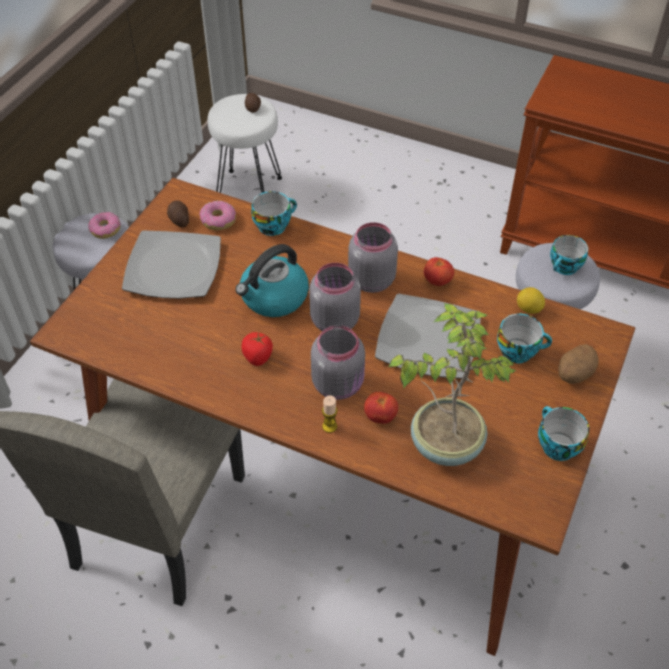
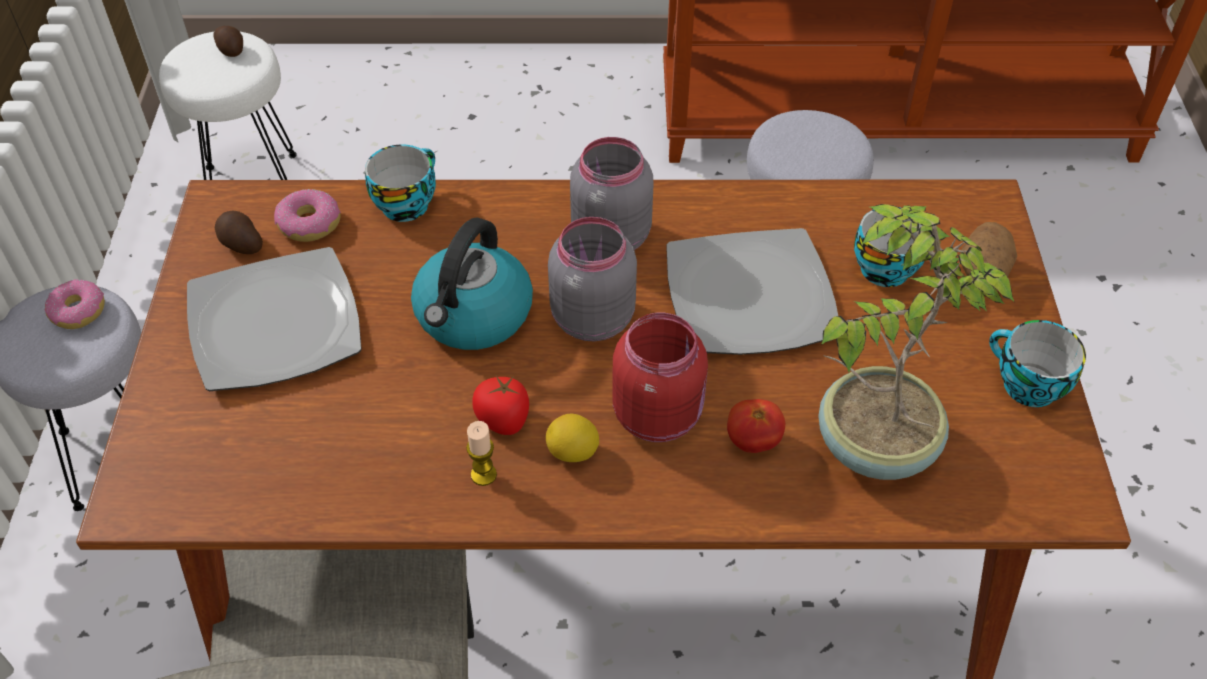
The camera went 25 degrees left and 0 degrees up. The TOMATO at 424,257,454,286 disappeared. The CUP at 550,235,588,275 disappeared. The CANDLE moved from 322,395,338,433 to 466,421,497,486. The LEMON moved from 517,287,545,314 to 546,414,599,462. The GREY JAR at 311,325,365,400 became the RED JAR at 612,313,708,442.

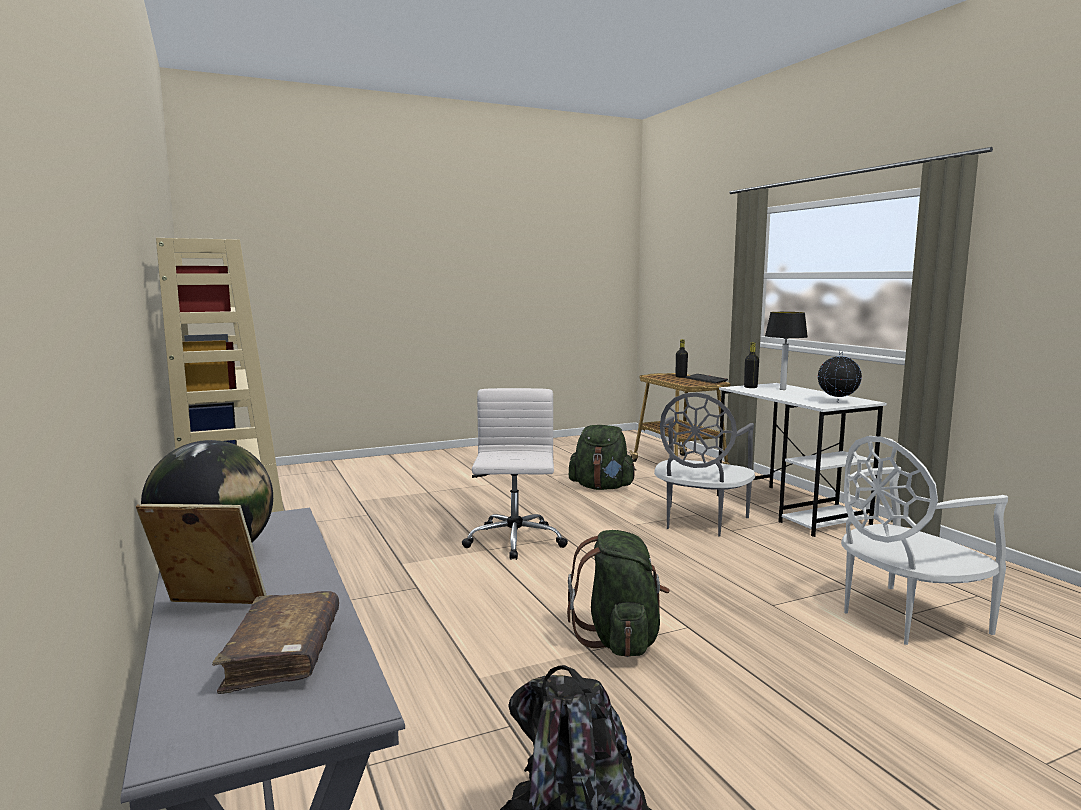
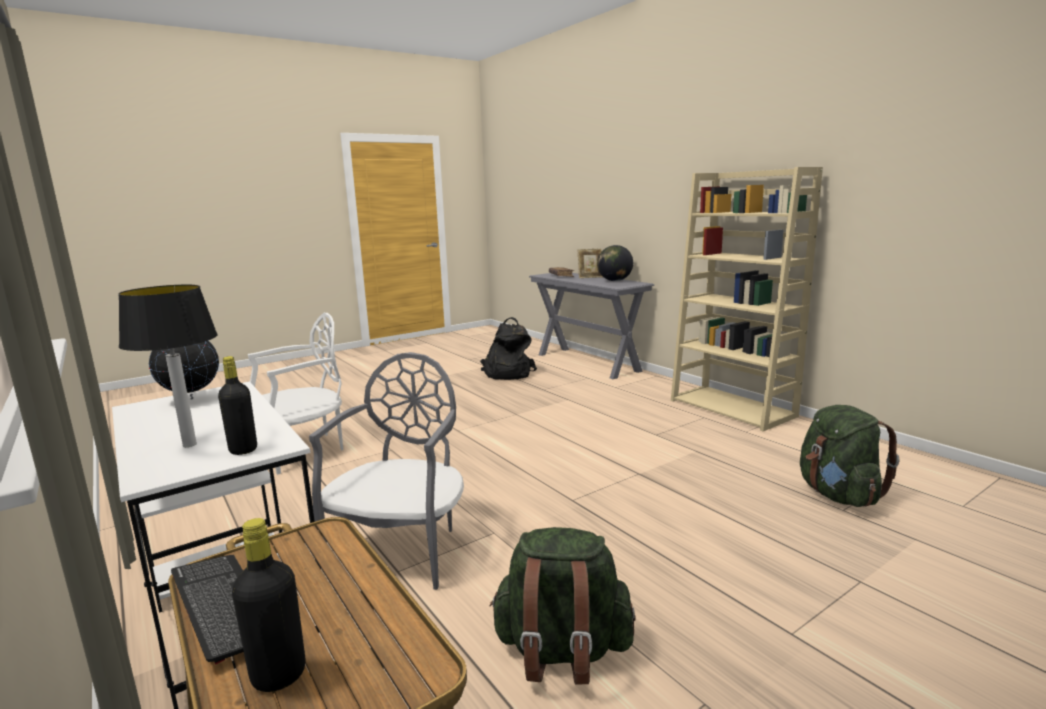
The camera went 170 degrees right and 5 degrees up. The WHITE OFFICE CHAIR at 462,388,568,560 disappeared. The GREEN BACKPACK moved from 567,530,670,657 to 800,405,899,507.

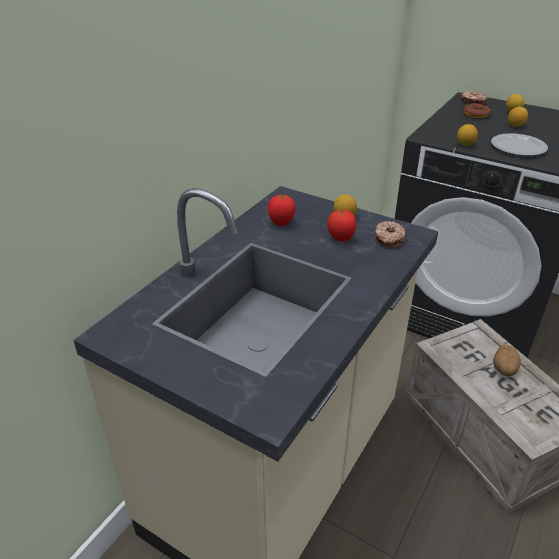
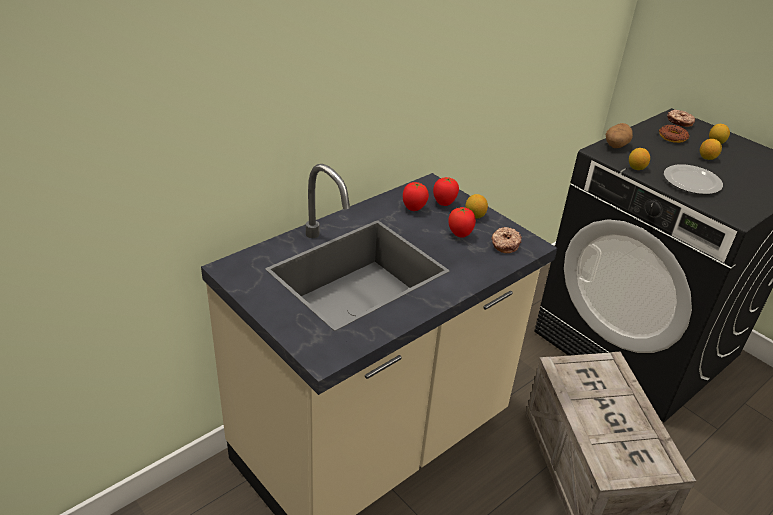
The camera went 15 degrees right and 0 degrees up. The TOMATO at 433,177,459,206 appeared. The POTATO moved from 493,345,521,376 to 606,123,633,148.

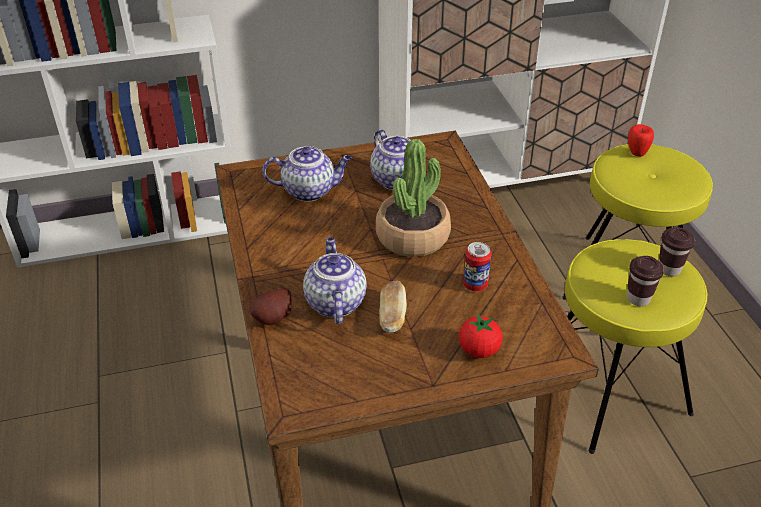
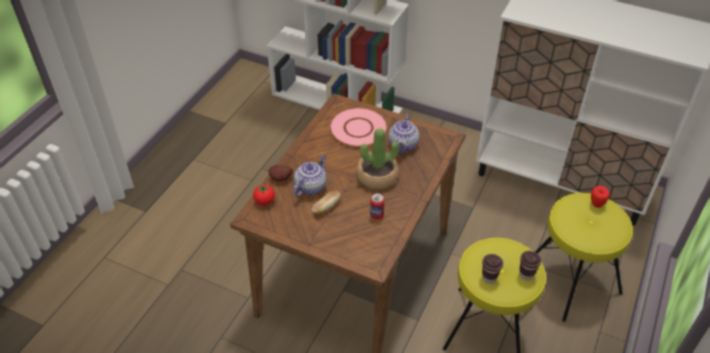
The camera went 40 degrees right and 5 degrees up. The TOMATO moved from 459,313,503,358 to 253,184,275,205. The TEAPOT at 262,146,352,202 was replaced by the PINK PLATE at 329,107,388,147.

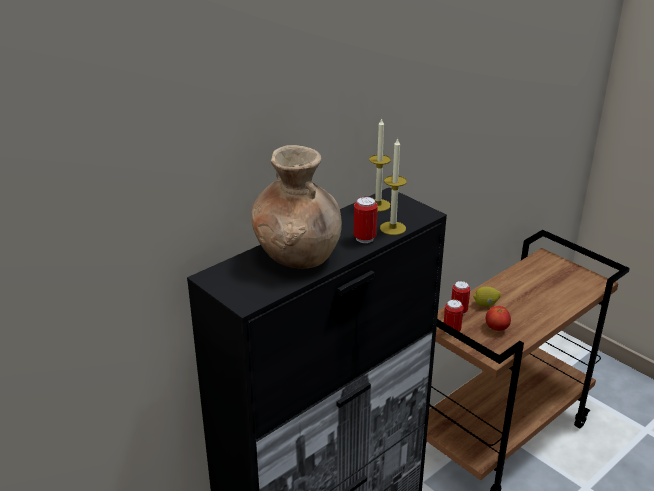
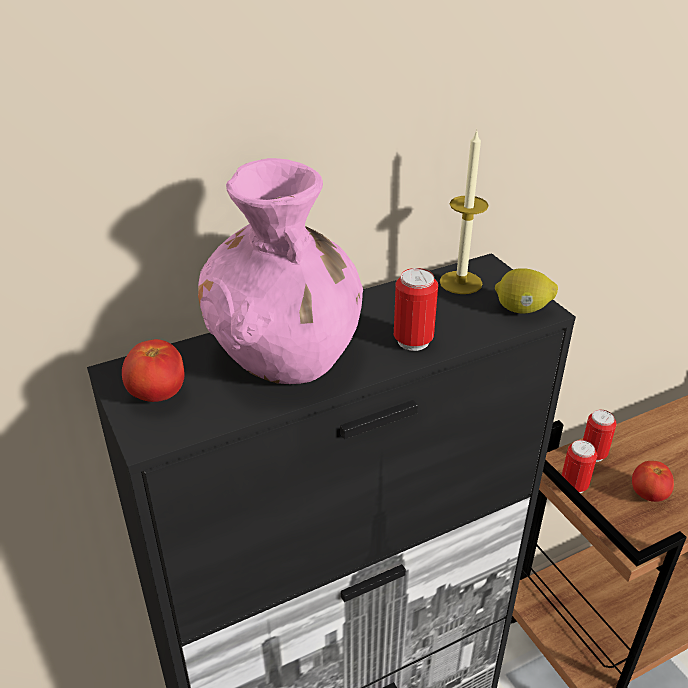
The camera went 15 degrees right and 5 degrees up. The CANDLE at 380,138,407,235 disappeared. The TOMATO at 122,339,185,402 appeared. The LEMON moved from 473,287,501,307 to 495,268,558,314. The BROWN VASE at 251,145,342,269 became the PINK VASE at 198,158,363,384.

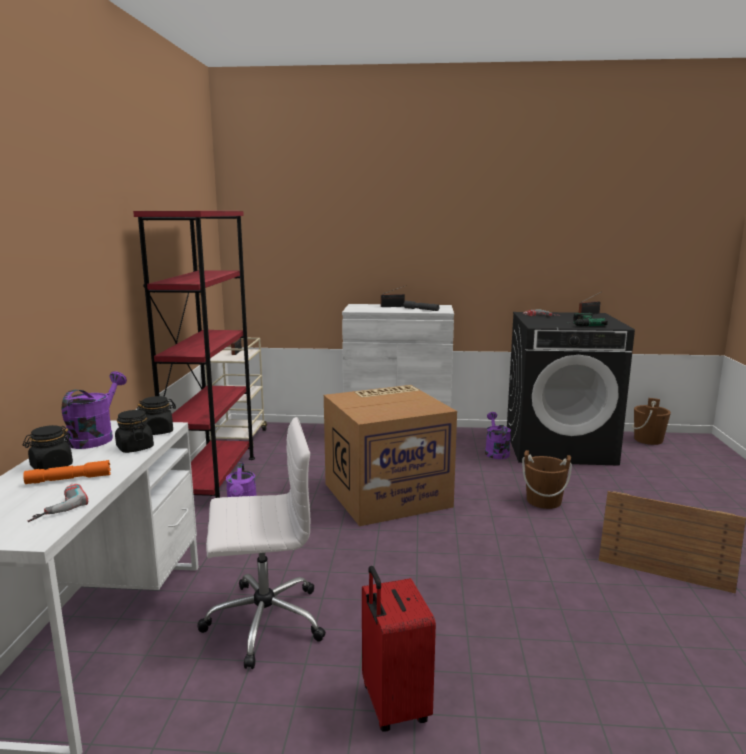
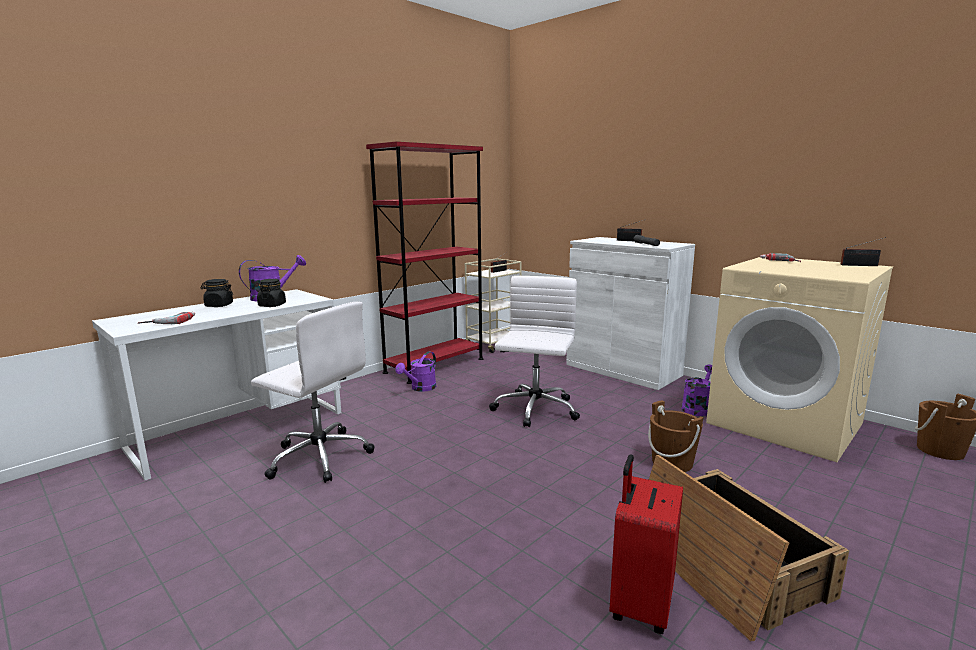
The camera went 40 degrees right and 0 degrees up. The ORANGE FLASHLIGHT at 23,460,111,484 disappeared. The BLACK JAR at 137,396,176,435 disappeared. The POWER DRILL at 573,313,608,327 disappeared. The RED SUITCASE moved from 362,566,436,732 to 609,454,683,634. The CARDBOARD BOX at 324,385,457,526 was replaced by the WHITE OFFICE CHAIR at 489,276,580,427. The BLACK WASHING MACHINE at 507,312,635,466 became the BEIGE WASHING MACHINE at 706,257,893,462.

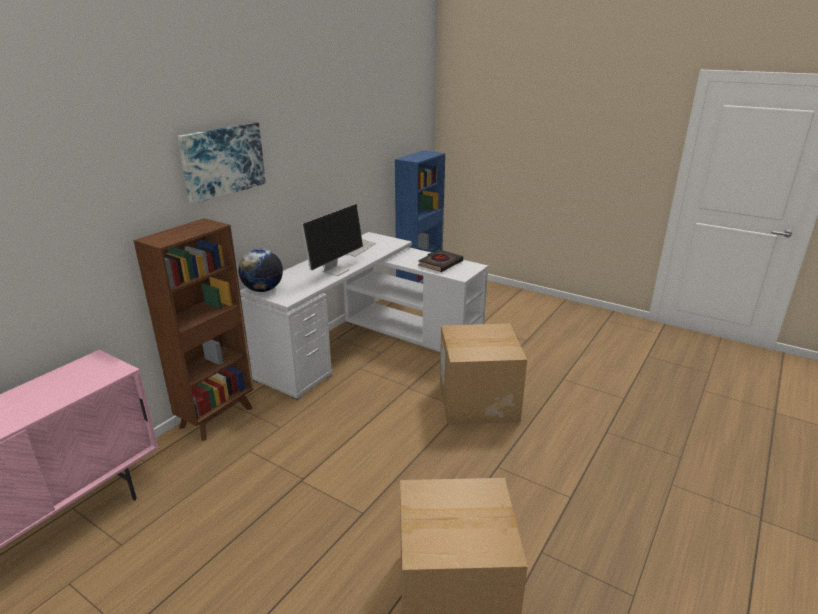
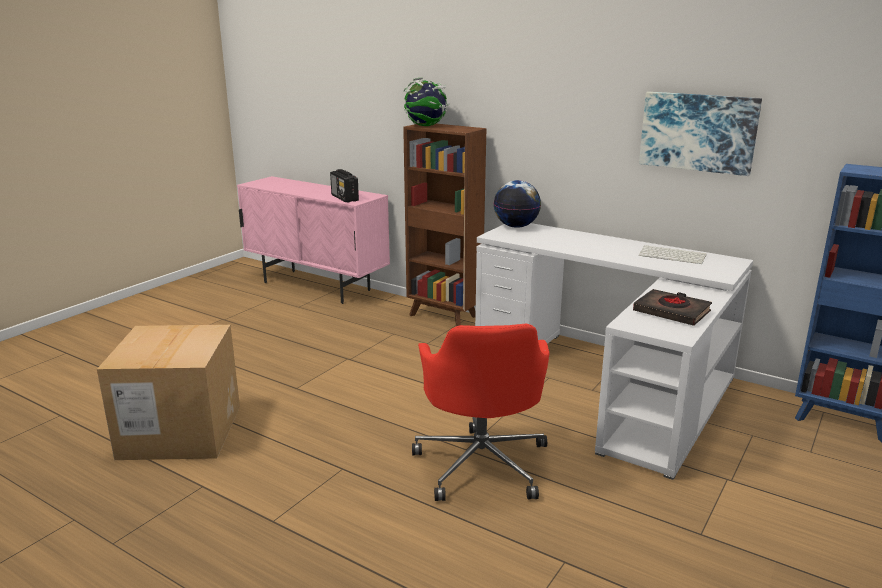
The camera went 90 degrees right and 5 degrees down. The MONITOR at 301,204,363,276 disappeared. The RADIO at 330,169,359,202 appeared. The GLOBE at 404,78,450,126 appeared. The PICTURE moved from 177,122,266,204 to 639,92,762,176. The CARDBOARD BOX at 440,323,527,425 was replaced by the RED OFFICE CHAIR at 412,324,549,501.

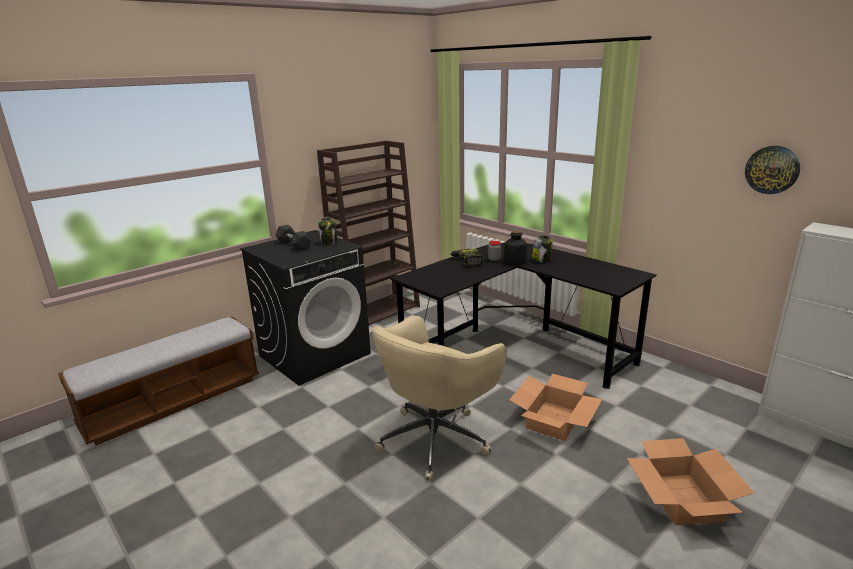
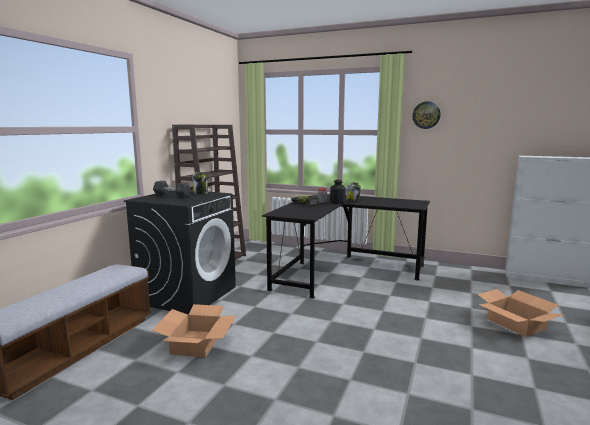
The camera went 25 degrees left and 10 degrees down. The BEIGE OFFICE CHAIR at 372,316,507,481 disappeared. The CARDBOARD BOX moved from 510,373,602,441 to 152,304,236,357. The WALL CLOCK moved from 745,146,800,194 to 412,101,441,129.

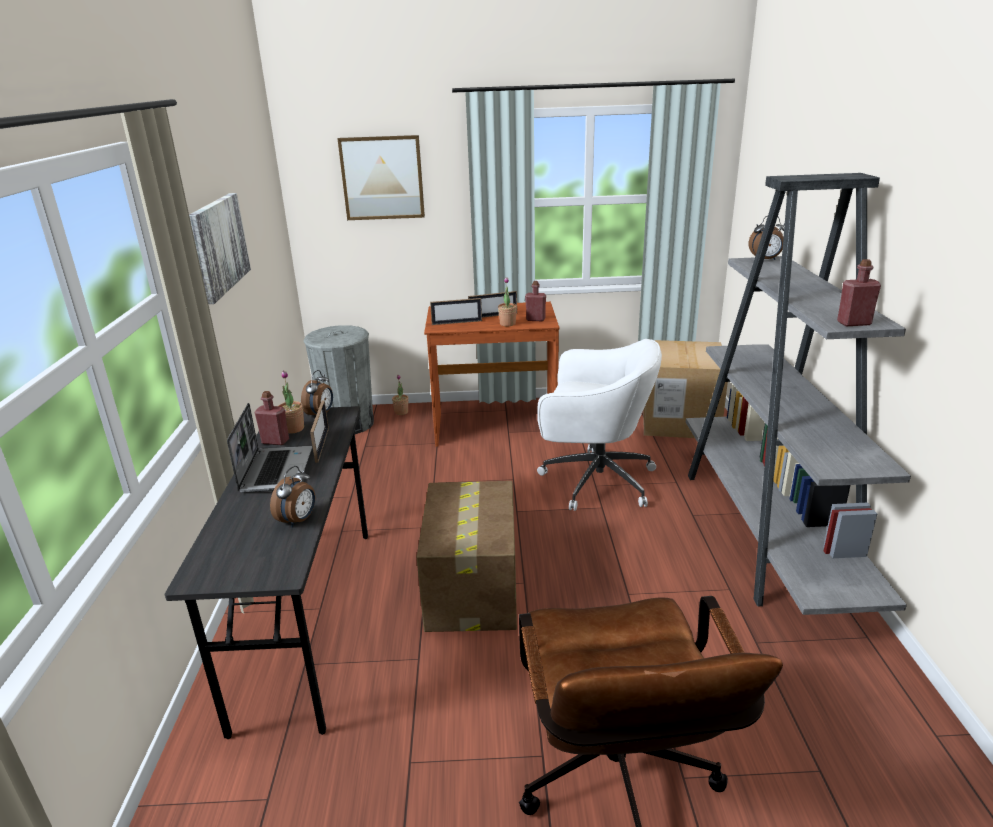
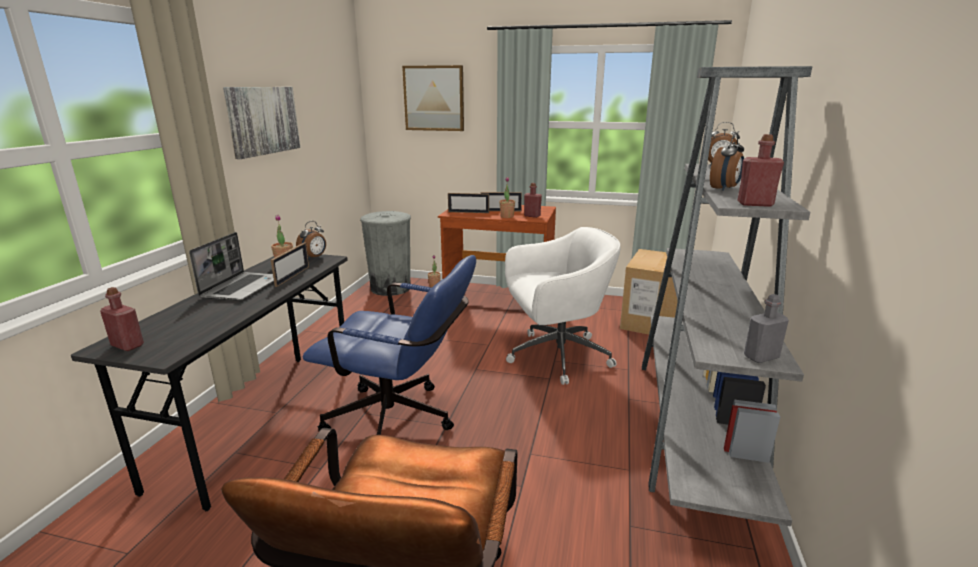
The camera went 15 degrees right and 5 degrees down. The GREY BOTTLE at 744,294,789,363 appeared. The RED BOTTLE moved from 255,391,289,445 to 100,287,144,351. The ALARM CLOCK moved from 270,466,315,528 to 710,133,744,191. The CARDBOARD BOX at 417,481,517,632 was replaced by the BLUE OFFICE CHAIR at 303,255,476,435. The WHITE OFFICE CHAIR at 537,339,662,511 turned 45 degrees counterclockwise.

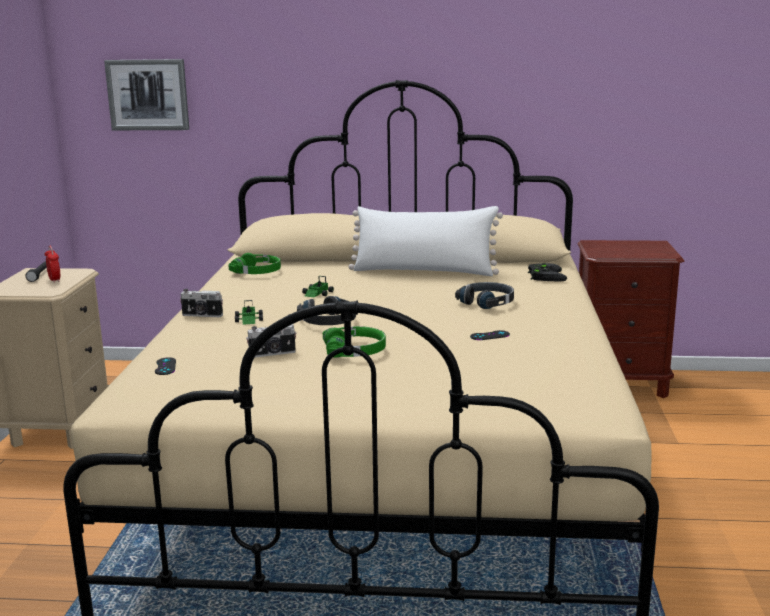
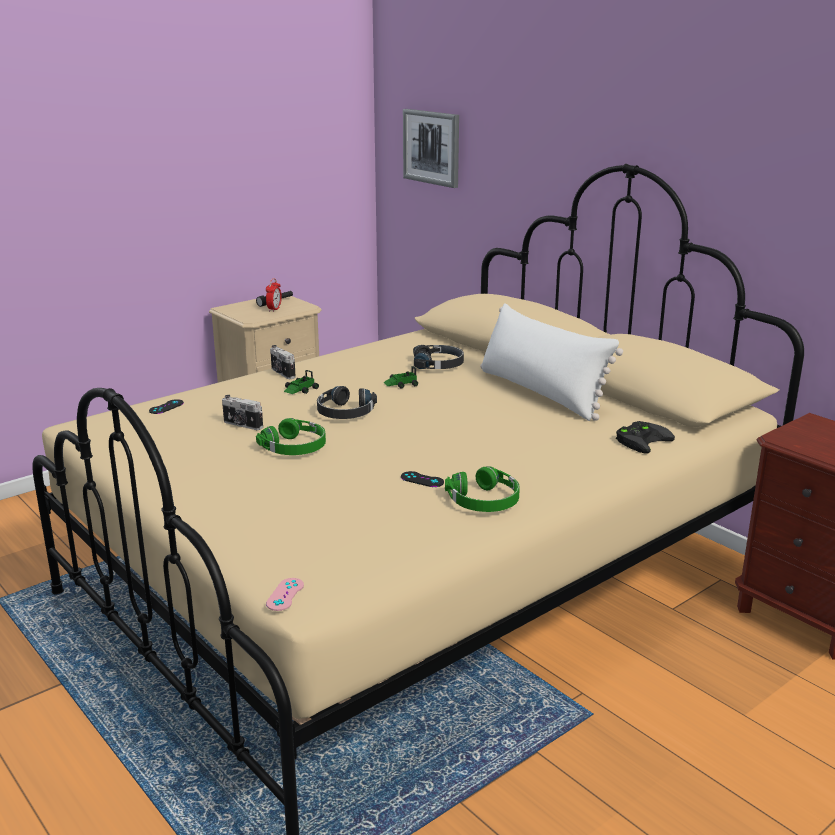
The camera went 45 degrees right and 5 degrees up. The PINK GAME CONTROLLER at 266,578,304,611 appeared. The GREEN HEADPHONES moved from 228,253,281,274 to 445,467,520,512. The BLACK HEADPHONES moved from 455,282,514,309 to 413,345,464,369.

